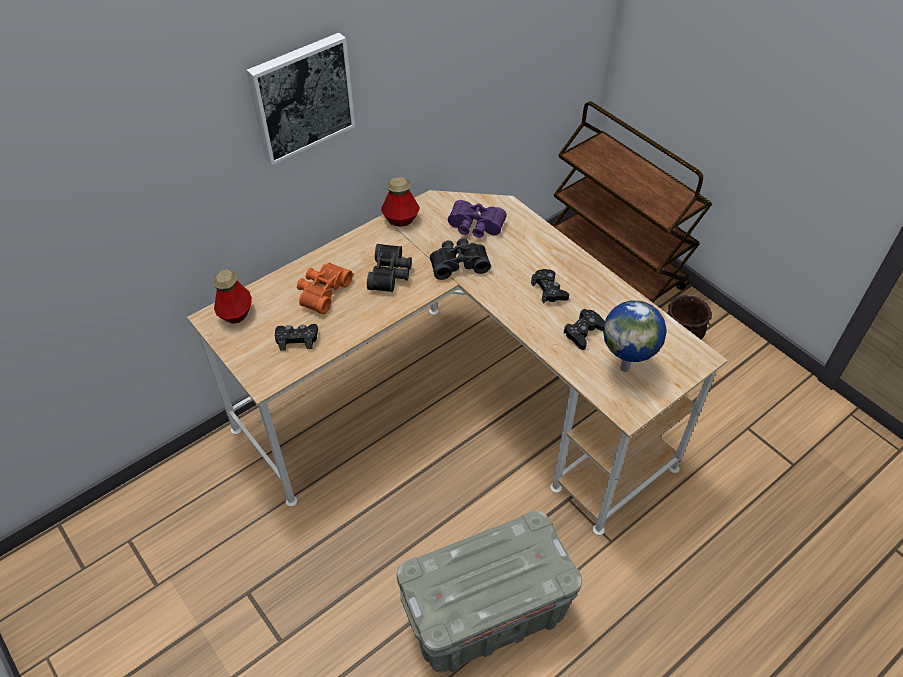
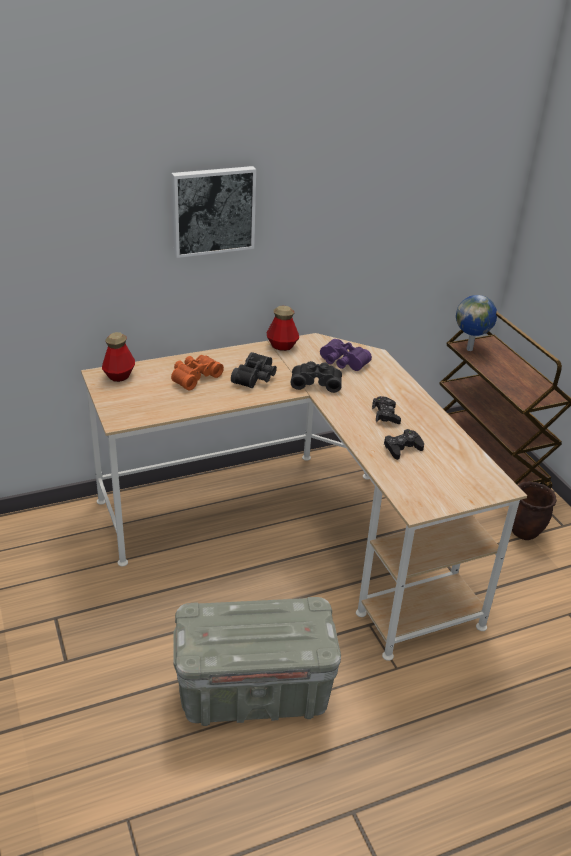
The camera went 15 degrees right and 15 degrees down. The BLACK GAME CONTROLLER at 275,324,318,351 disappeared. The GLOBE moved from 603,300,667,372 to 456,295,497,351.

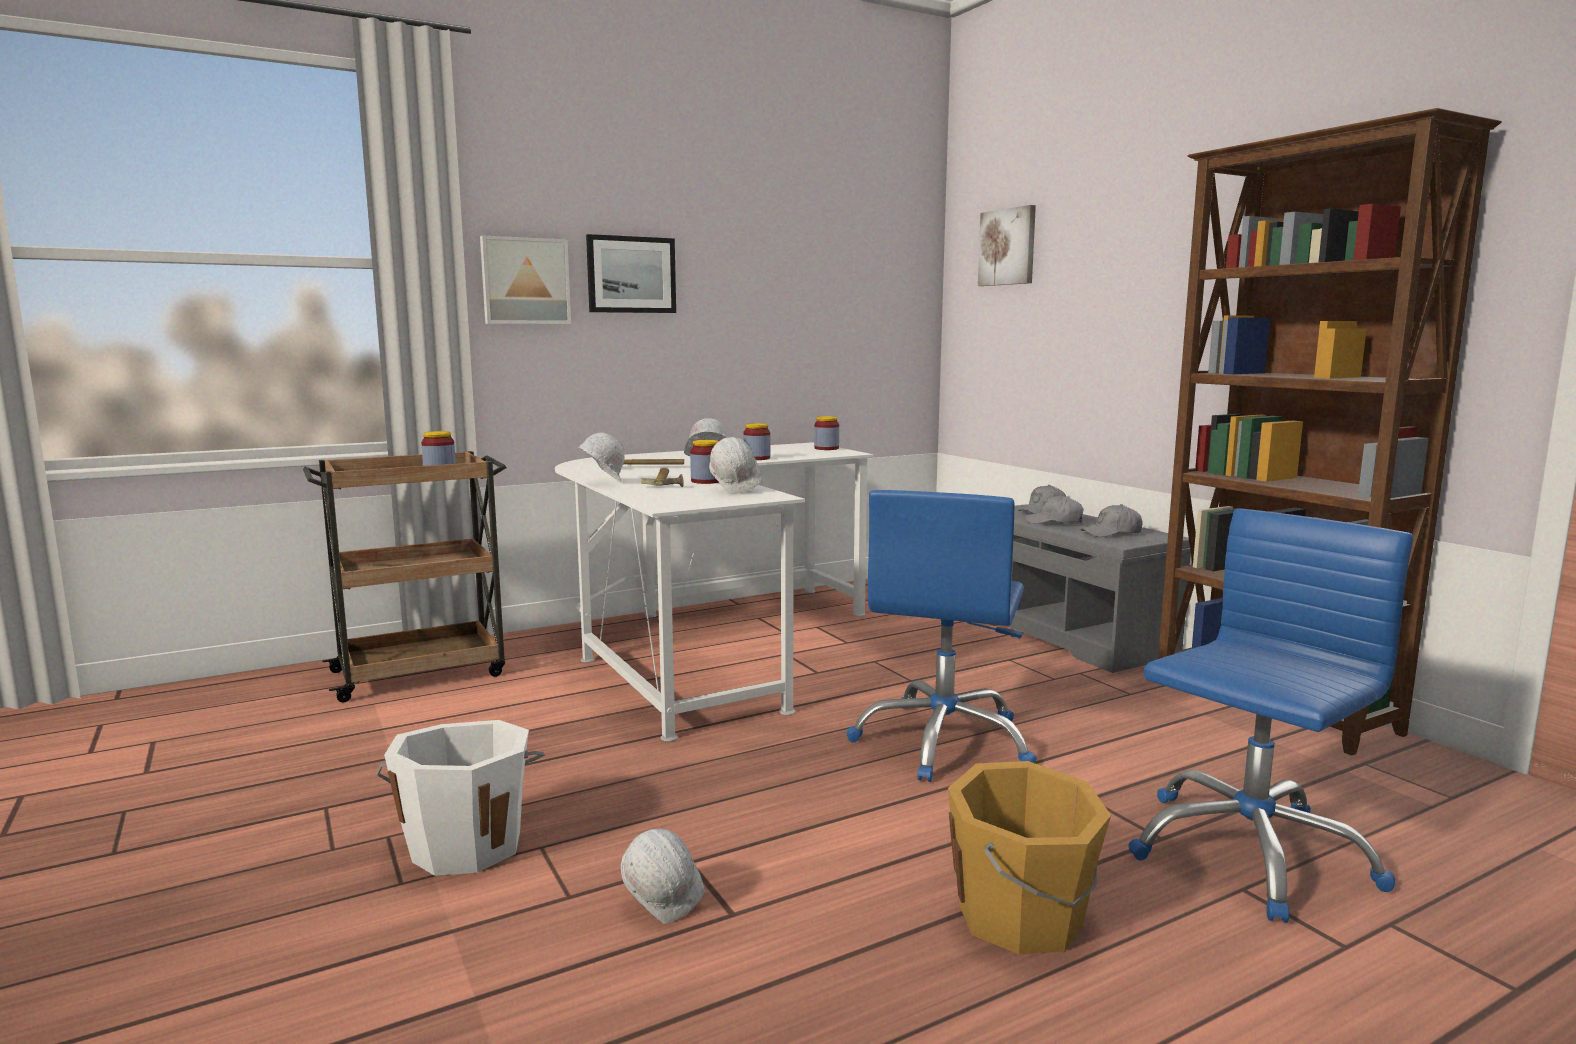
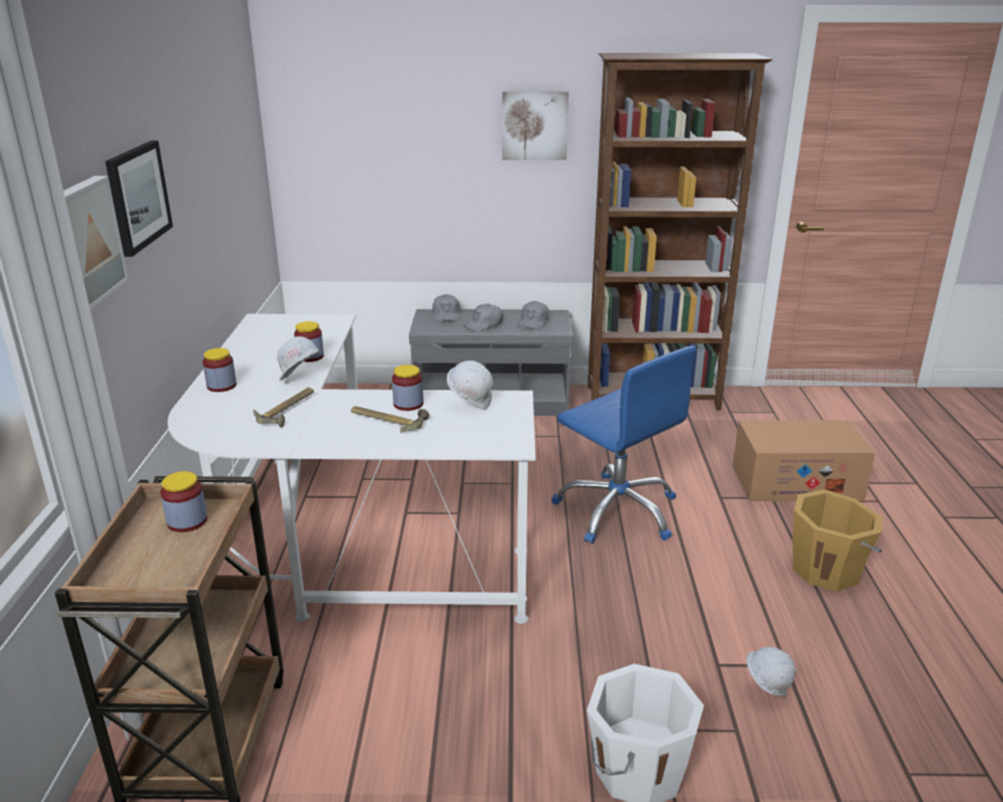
The camera went 60 degrees left and 15 degrees up. The WHITE HARD HAT at 579,433,625,482 disappeared. The JAR moved from 814,416,839,450 to 203,348,237,392. The PICTURE moved from 978,205,1036,286 to 502,91,569,160. The BLUE OFFICE CHAIR at 1128,508,1413,923 was replaced by the CARDBOARD BOX at 733,420,875,501.

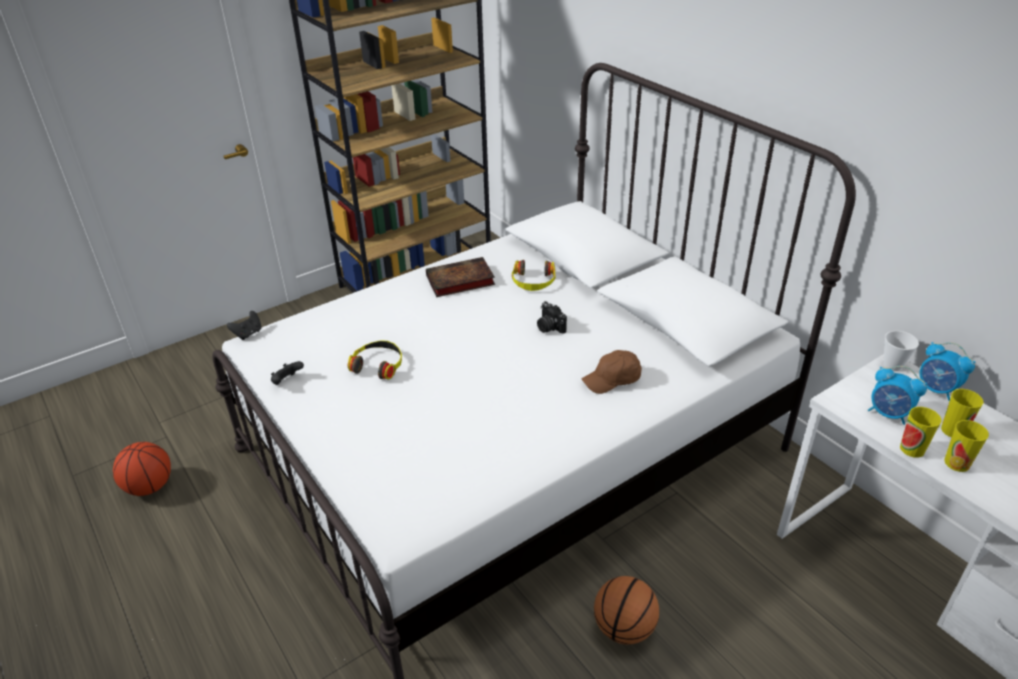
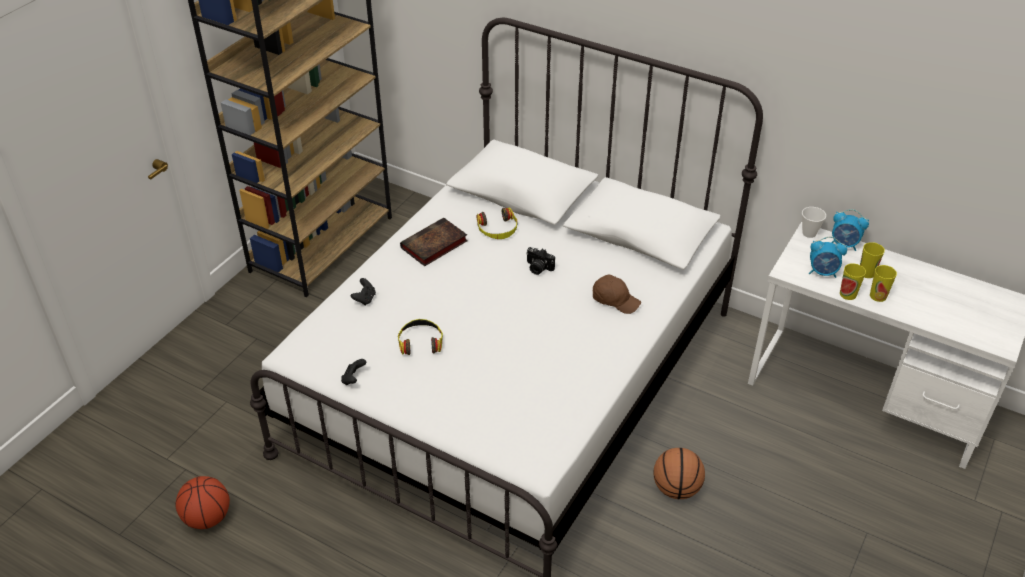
The camera went 25 degrees left and 5 degrees up. The BLACK GAME CONTROLLER moved from 227,311,261,340 to 351,278,376,306. The BROWN CAP at 582,350,642,394 turned 105 degrees counterclockwise.

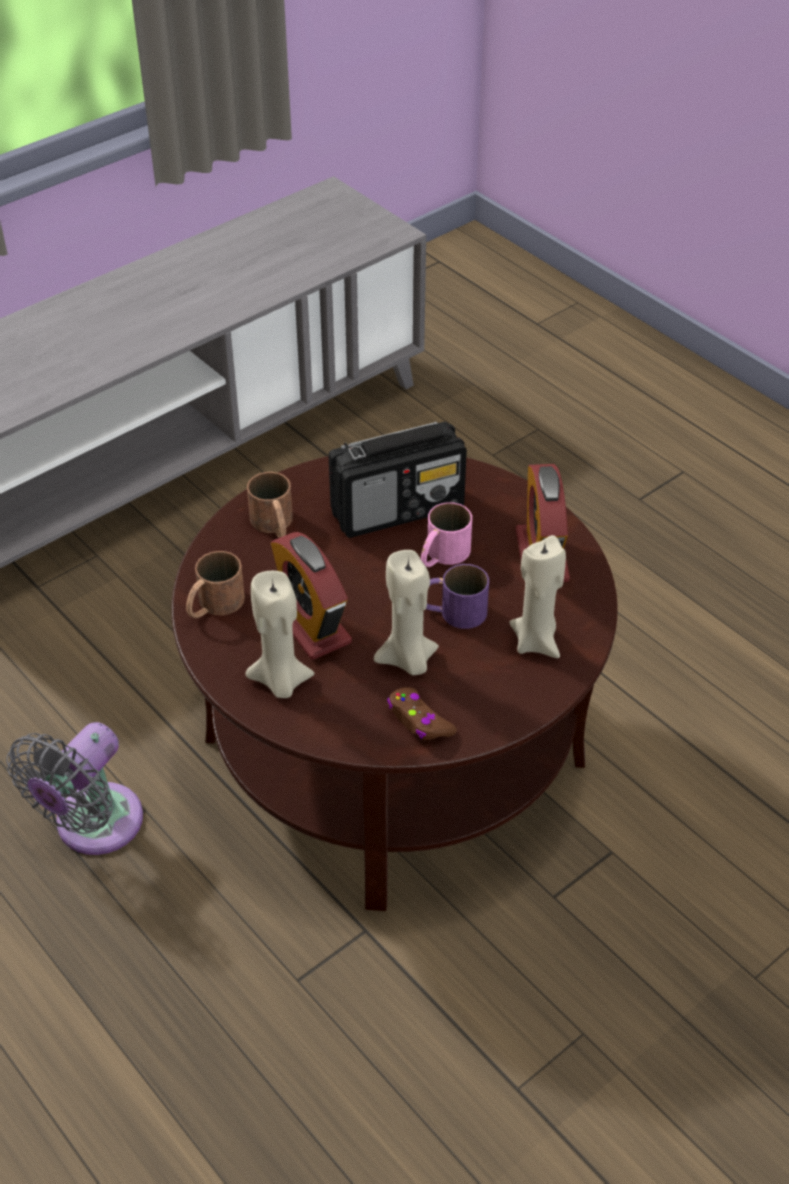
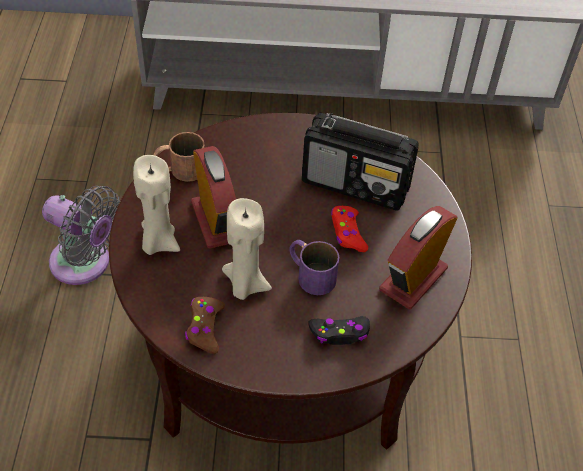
The camera went 40 degrees right and 5 degrees up. The BROWN MUG at 247,472,293,538 disappeared. The PINK MUG at 421,502,472,567 was replaced by the RED GAME CONTROLLER at 331,206,368,252. The BEIGE CANDLE at 509,535,566,658 was replaced by the BLACK GAME CONTROLLER at 308,316,370,345. The GREY FAN at 6,722,143,855 turned 135 degrees counterclockwise. The ALARM CLOCK at 271,532,352,660 turned 150 degrees clockwise.

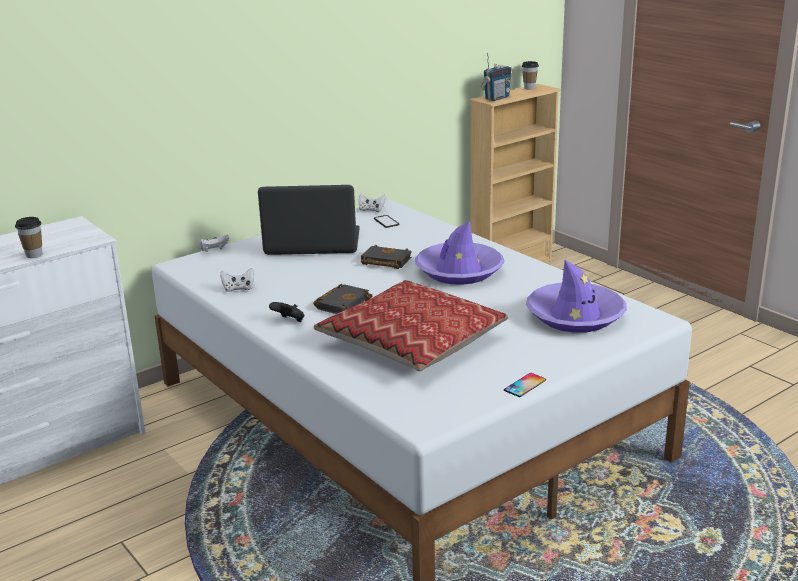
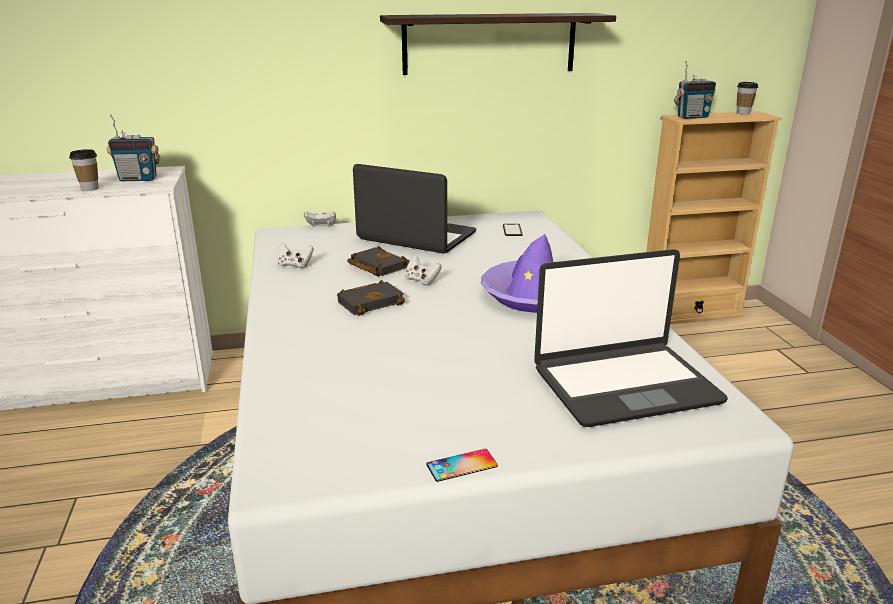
The camera went 25 degrees right and 0 degrees up. The BLACK GAME CONTROLLER at 269,302,304,322 disappeared. The PILLOW at 314,280,509,371 disappeared. The RADIO at 107,115,160,181 appeared. The SHELF at 380,13,616,75 appeared. The WHITE GAME CONTROLLER moved from 359,193,386,212 to 405,255,442,285. The BLACK BOOK moved from 361,244,412,269 to 347,246,410,277. The PURPLE HAT at 526,260,627,333 was replaced by the LAPTOP at 534,249,728,427.

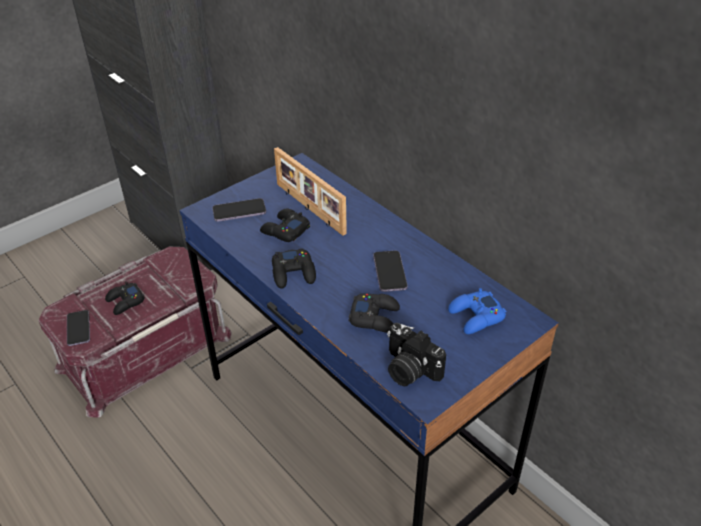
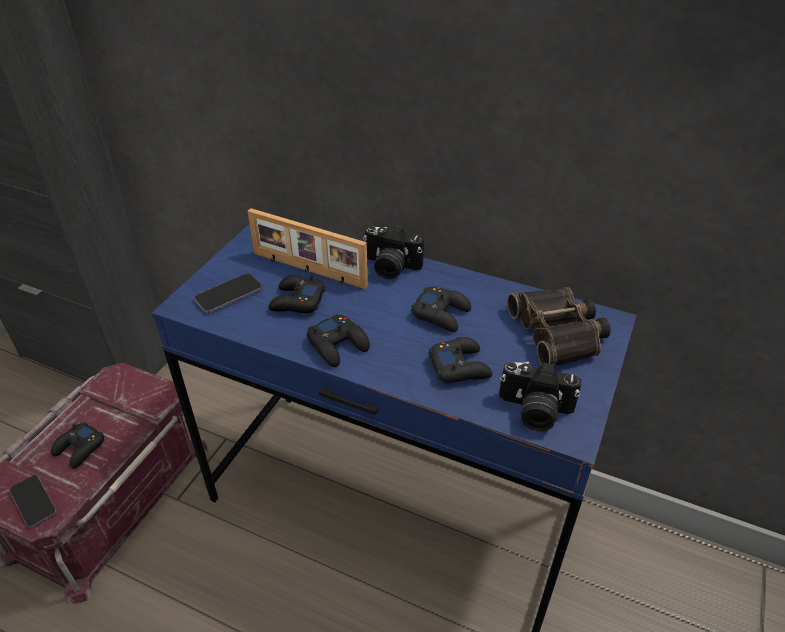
The camera went 25 degrees left and 0 degrees up. The PHOTO CAMERA at 363,225,424,279 appeared. The PHONE at 373,251,408,292 was replaced by the BLACK GAME CONTROLLER at 411,287,471,332. The BLUE GAME CONTROLLER at 448,288,506,334 was replaced by the BINOCULARS at 507,287,611,366.

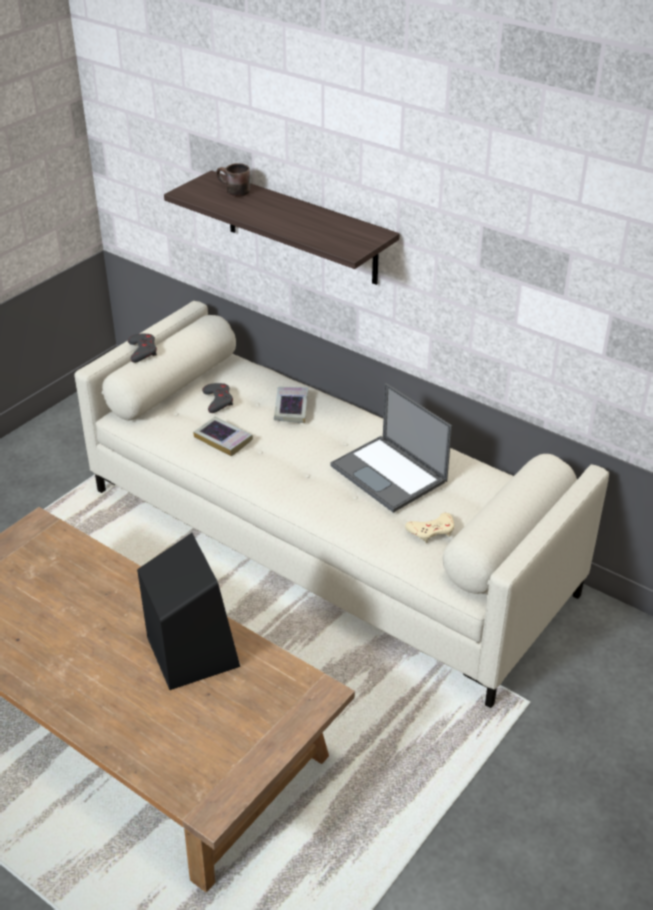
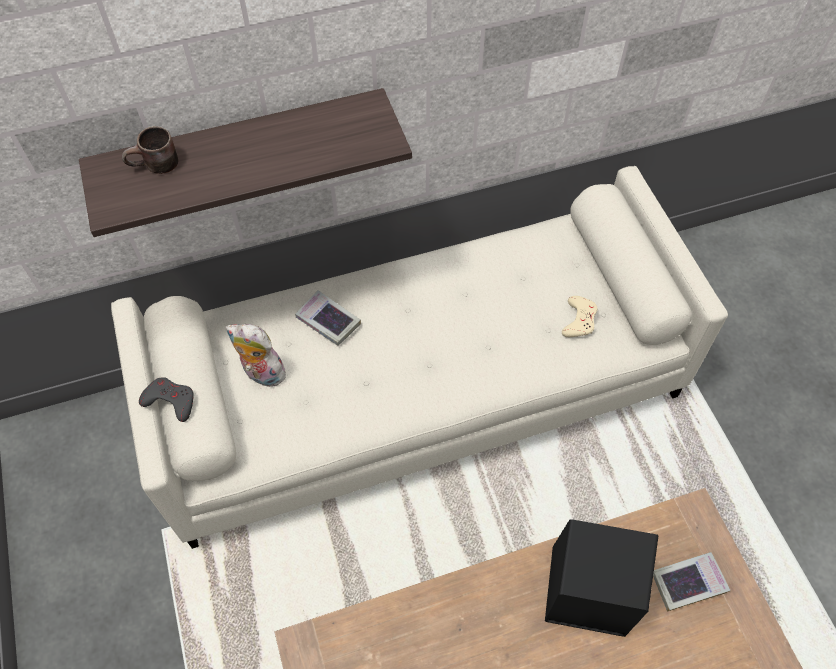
The camera went 55 degrees left and 20 degrees up. The LAPTOP at 330,383,452,513 disappeared. The BOOK moved from 193,416,253,456 to 653,552,730,612. The GREY GAME CONTROLLER at 202,383,233,413 was replaced by the PLUSH TOY at 226,324,286,387.

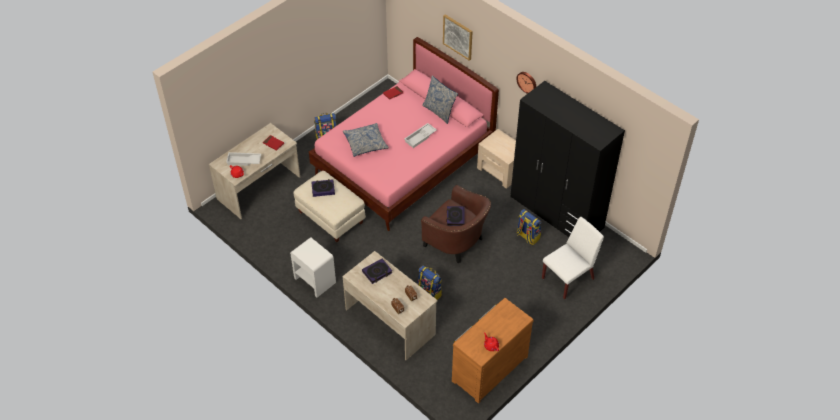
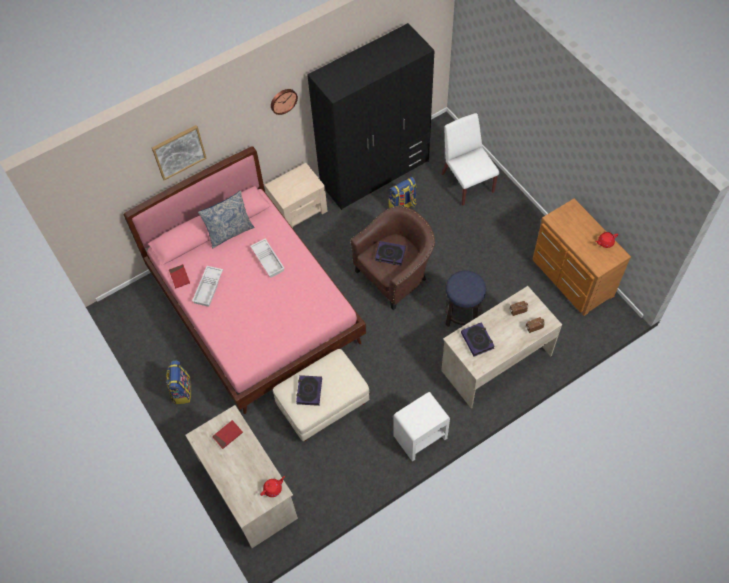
The camera went 75 degrees left and 10 degrees up. The PILLOW at 343,123,389,157 disappeared. The WHITE TRAY moved from 226,152,261,166 to 192,266,223,307. The BACKPACK at 417,265,442,300 was replaced by the STOOL at 445,271,486,327.

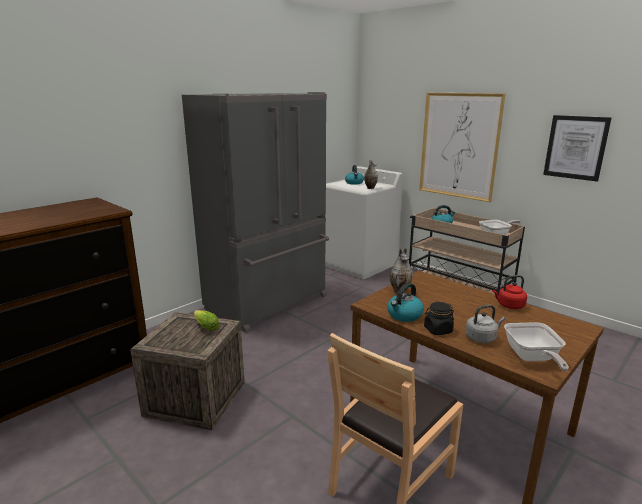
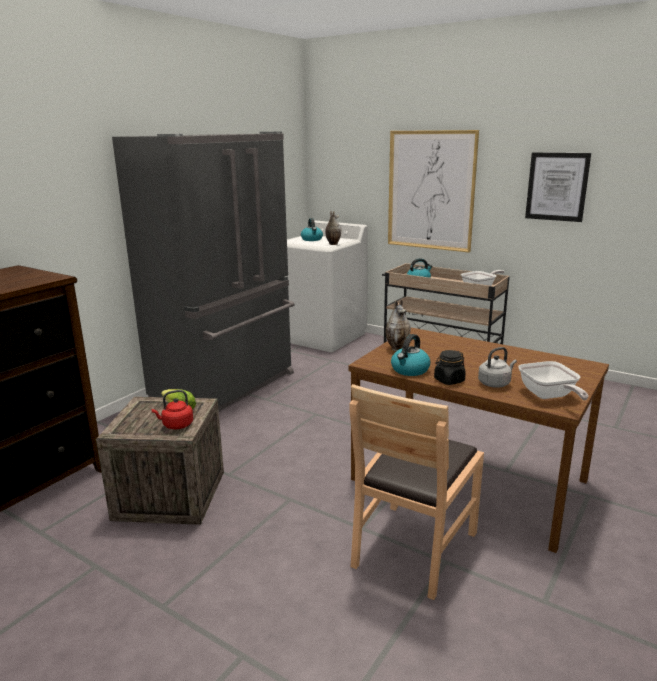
The camera went 10 degrees left and 0 degrees up. The RED KETTLE moved from 492,275,527,309 to 151,390,193,429.

